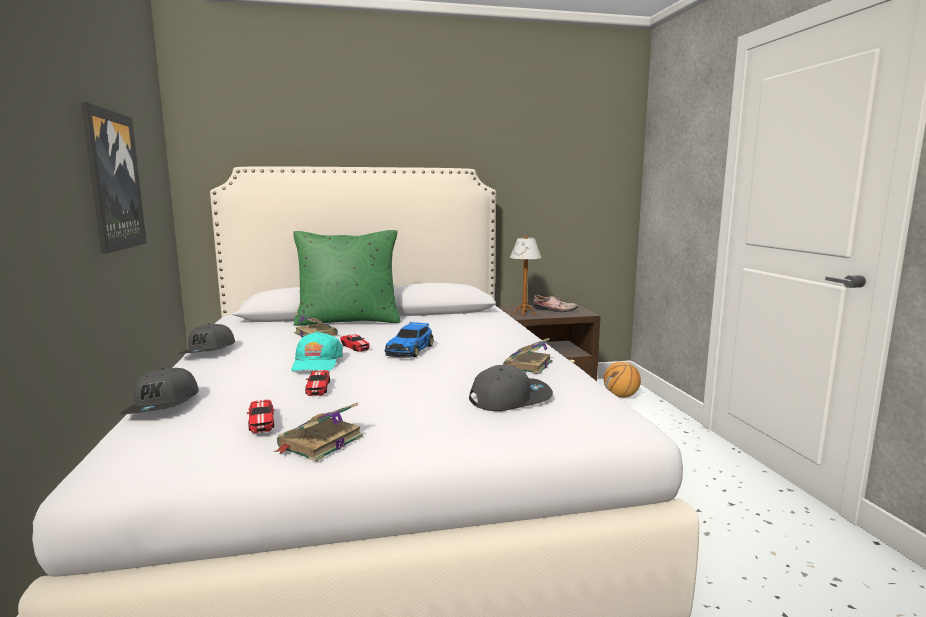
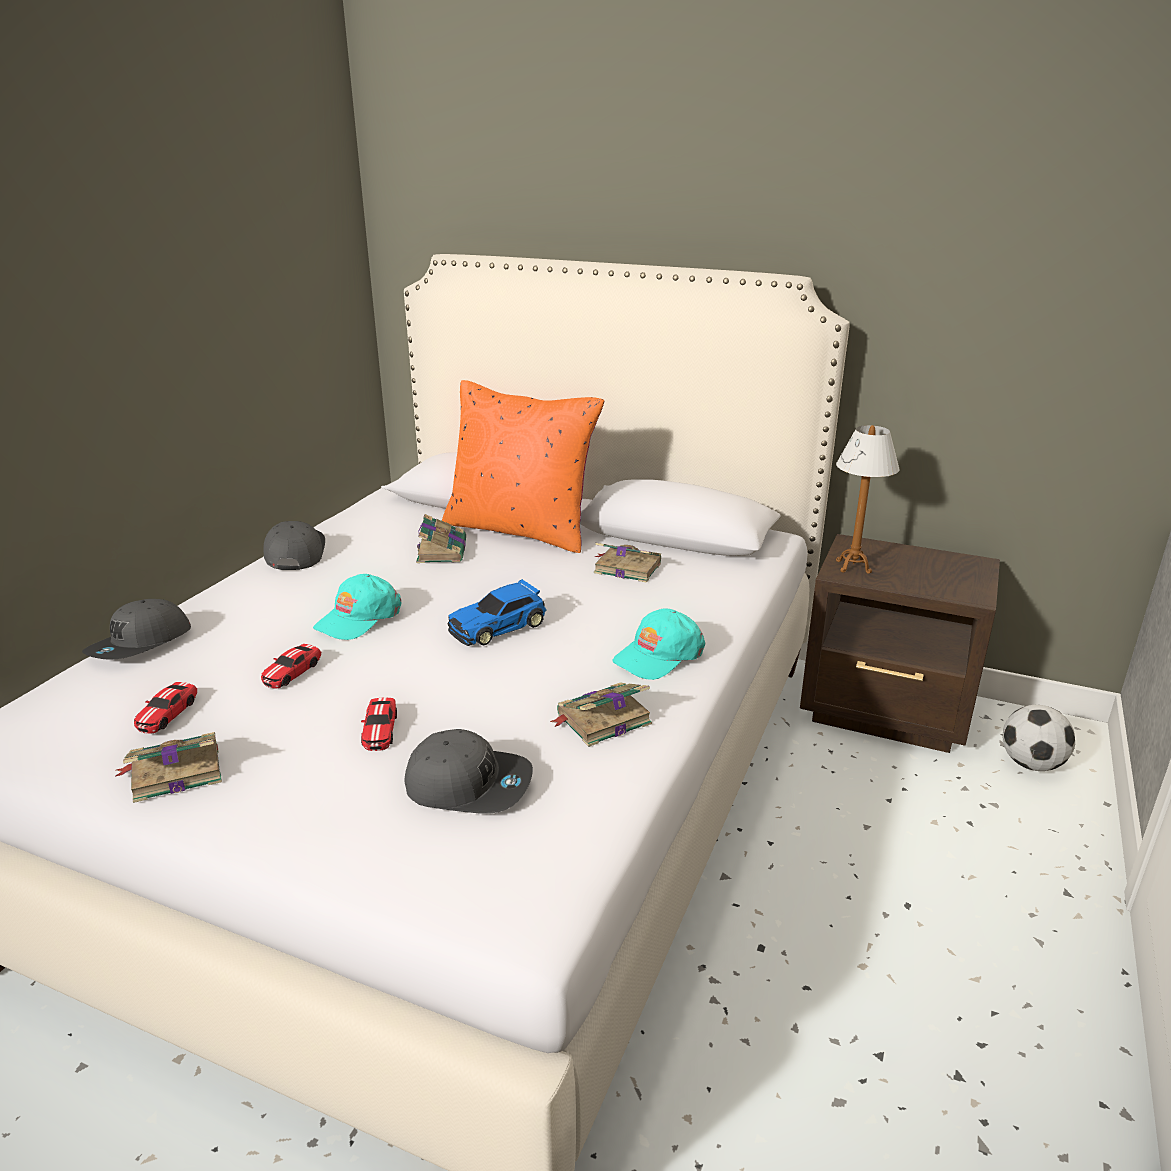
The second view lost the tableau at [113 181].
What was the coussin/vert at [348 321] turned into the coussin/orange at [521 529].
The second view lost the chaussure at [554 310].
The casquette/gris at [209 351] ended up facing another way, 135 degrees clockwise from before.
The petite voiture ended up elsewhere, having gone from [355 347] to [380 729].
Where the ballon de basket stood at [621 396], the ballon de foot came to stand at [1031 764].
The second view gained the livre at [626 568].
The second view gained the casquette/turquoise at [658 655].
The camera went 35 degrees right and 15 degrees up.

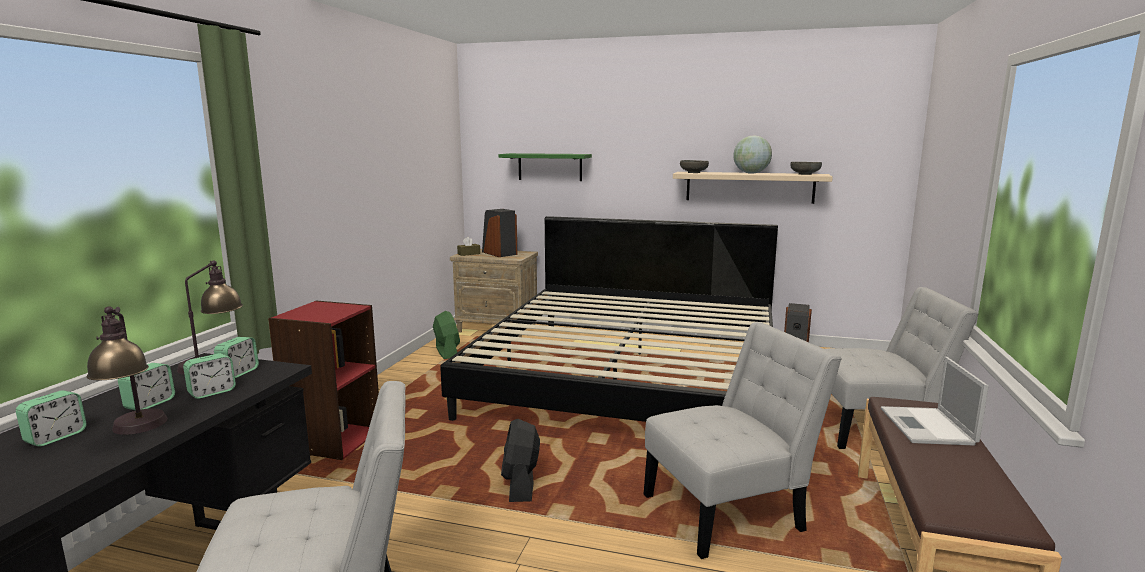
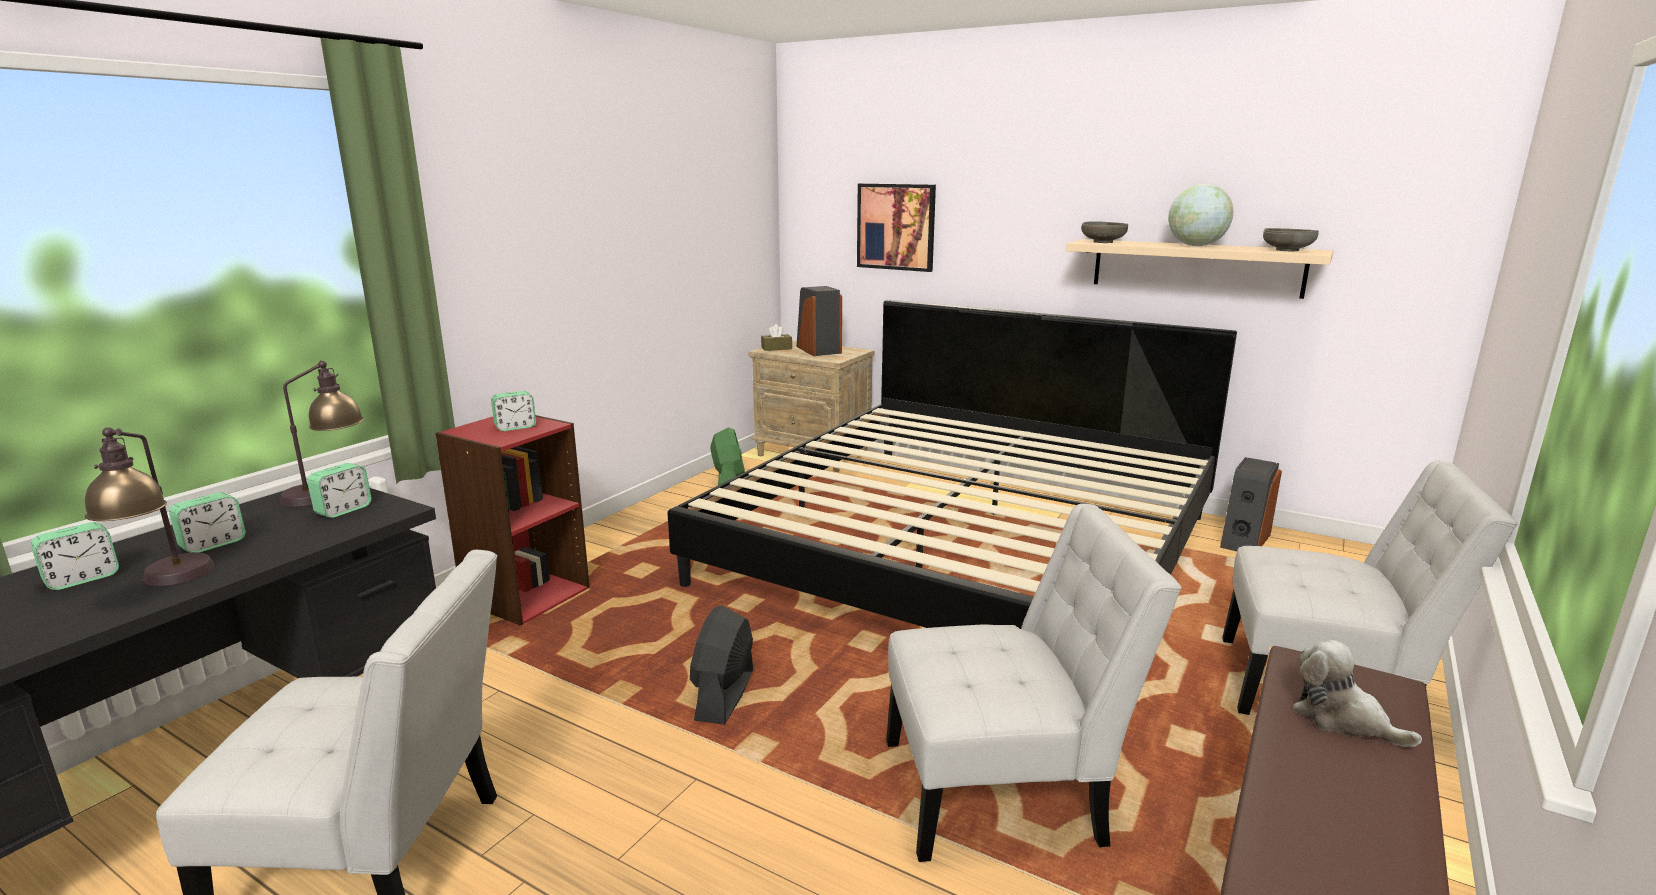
Where the étagère/vert hung at [550 167], the tableau came to hang at [896 227].
The réveil ended up elsewhere, having gone from [212 392] to [515 427].
Where the ordinateur portable stood at [928 427], the peluche came to stand at [1342 719].
The camera went 15 degrees right and 5 degrees up.

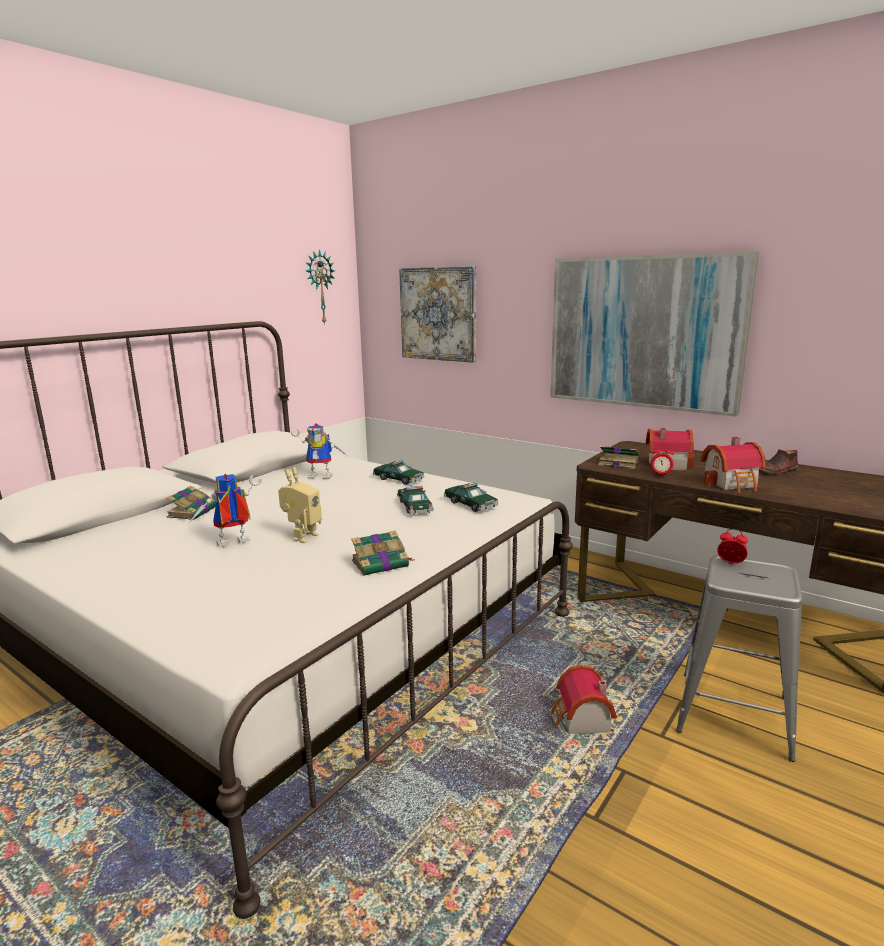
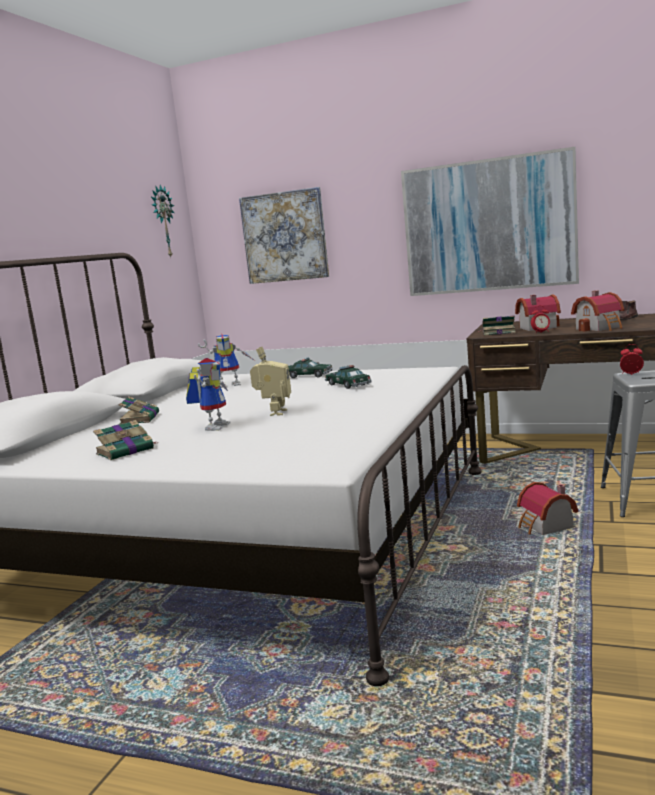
The robot jouet at [231 544] ended up facing another way, 150 degrees clockwise from before.
The second view lost the petite voiture at [470 504].
The livre ended up elsewhere, having gone from [381 563] to [126 451].
The camera went 15 degrees left and 5 degrees down.

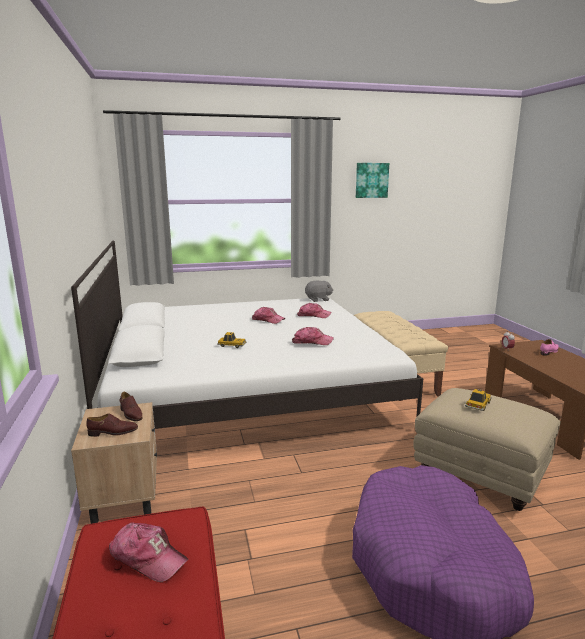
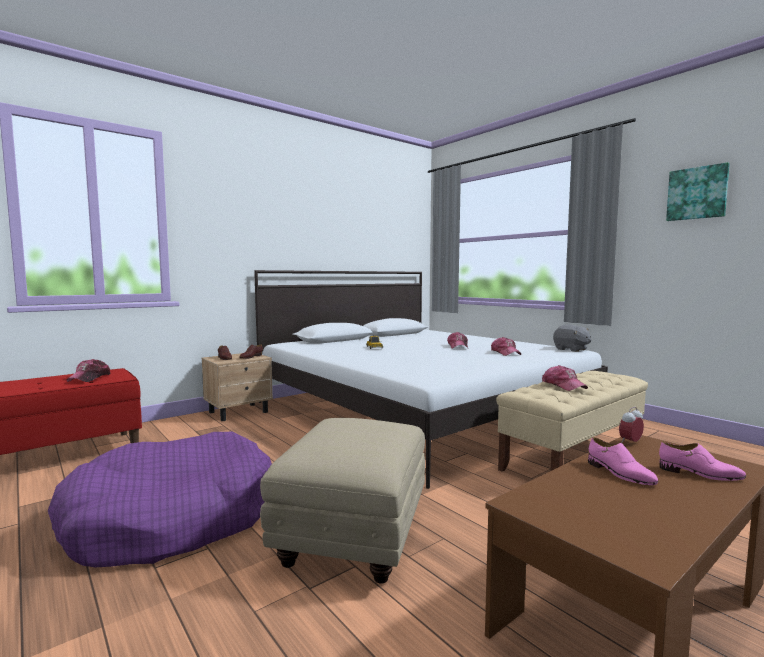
The casquette ended up elsewhere, having gone from [312 342] to [563 385].
The second view lost the petite voiture at [477 404].
The second view gained the chaussure/rose at [620 473].
The camera went 65 degrees right and 10 degrees down.

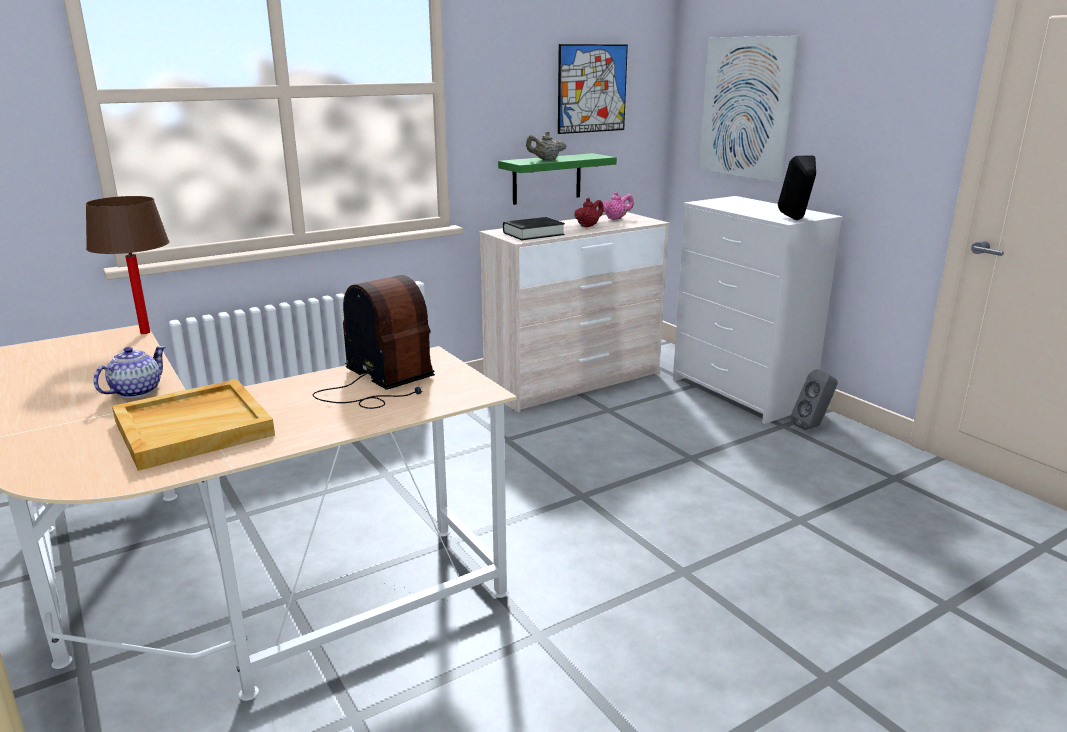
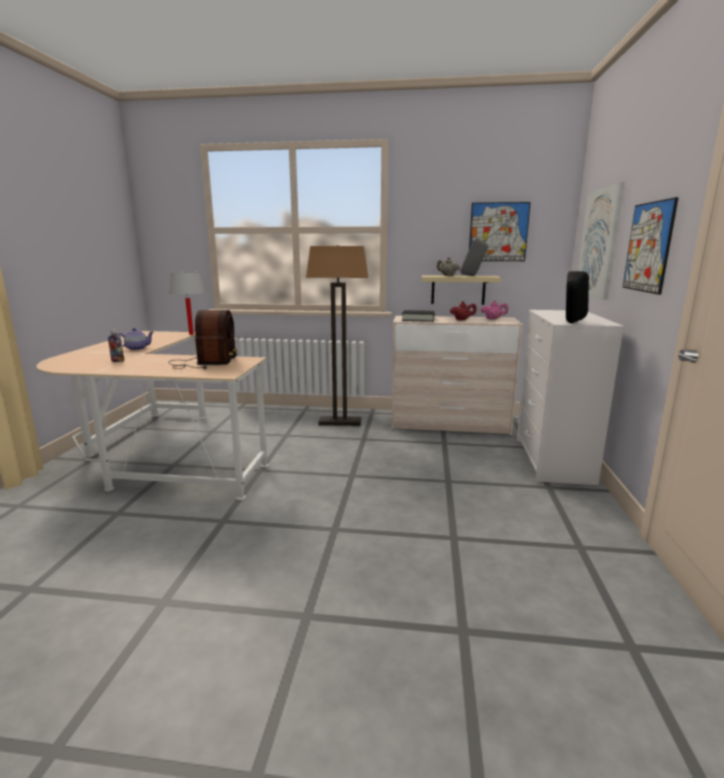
What was the étagère/vert at [547 178] turned into the étagère/beige at [458 290].
What was the lampe de table/marron at [145 332] turned into the lampe de table/blanc at [191 334].
The enceinte/gris ended up elsewhere, having gone from [812 427] to [472 276].
Where the plateau/beige stood at [194 427], the bouteille came to stand at [117 361].
The second view gained the tableau at [648 247].
The second view gained the lampadaire at [340 422].
The camera went 40 degrees right and 5 degrees down.

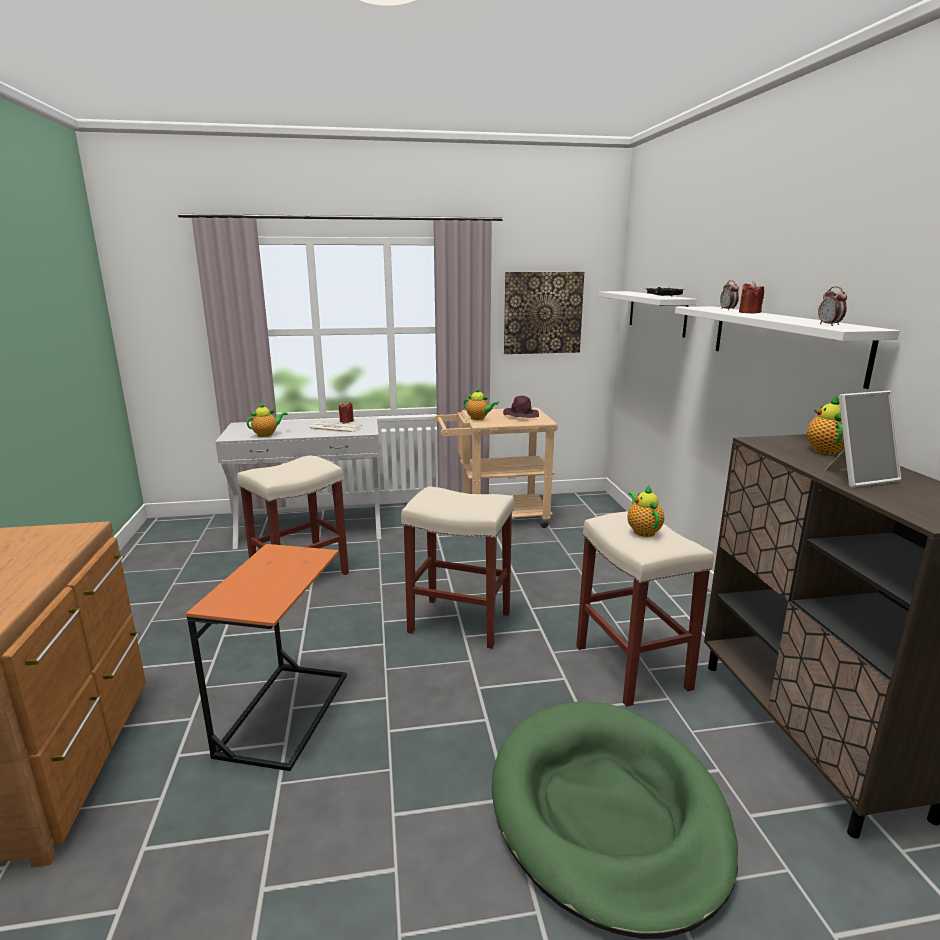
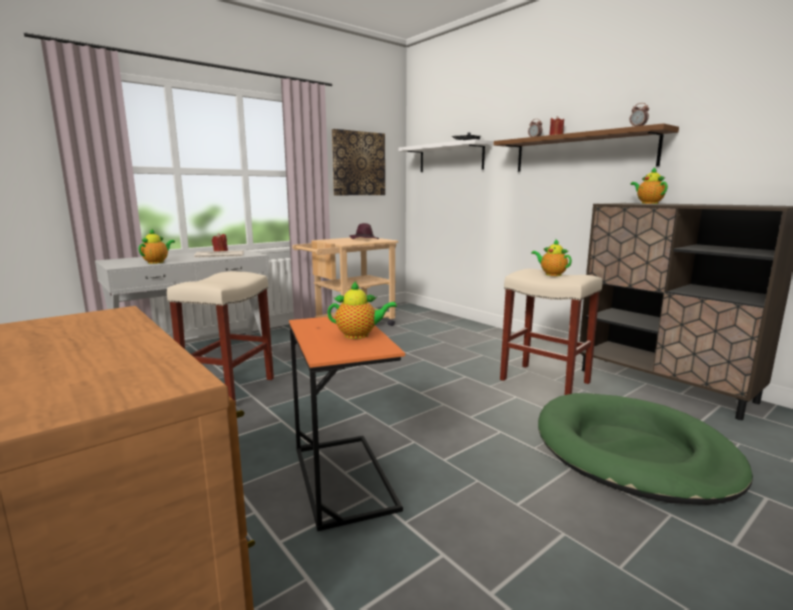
What was the étagère/blanc at [783 341] turned into the étagère/marron at [581 152].
The théière ended up elsewhere, having gone from [479 418] to [359 335].
The second view lost the cadre photo at [857 477].
The second view lost the tabouret/beige at [461 622].
The camera went 30 degrees left and 5 degrees down.

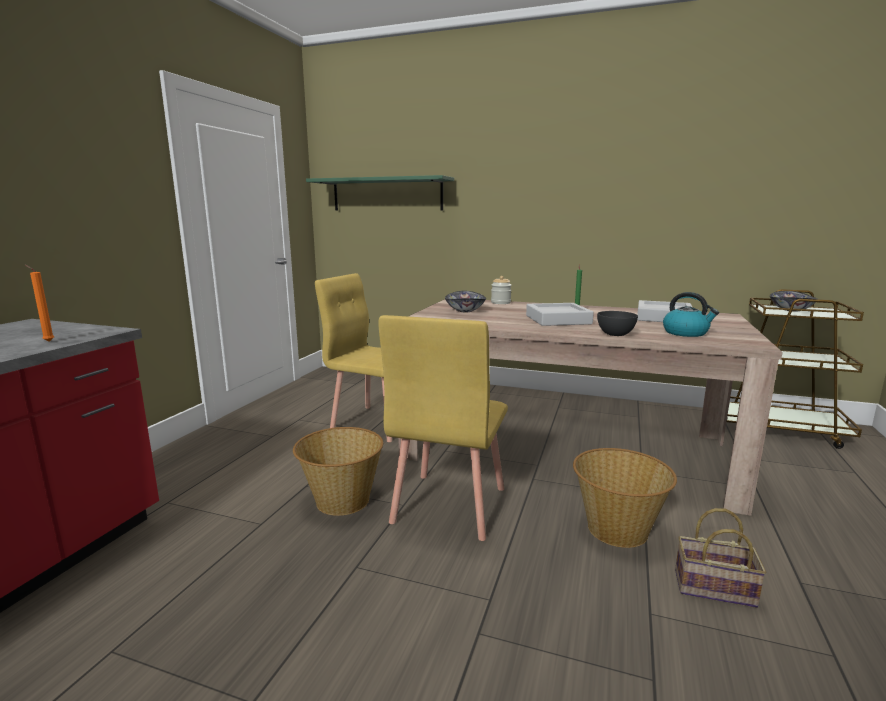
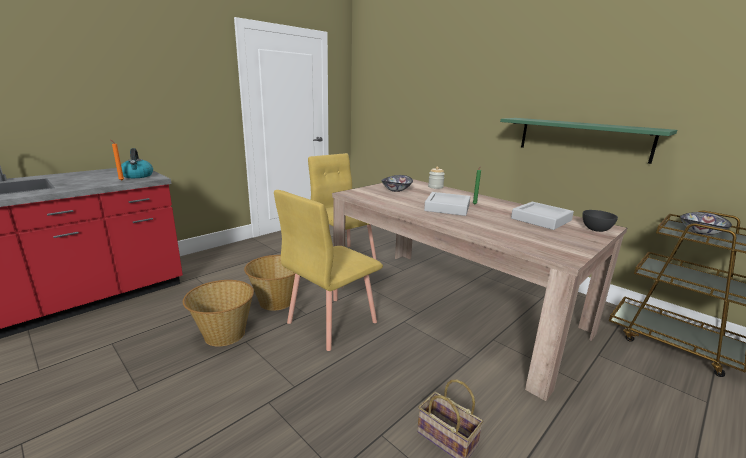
The étagère/vert ended up elsewhere, having gone from [387 194] to [583 139].
The bouilloire ended up elsewhere, having gone from [686 333] to [138 176].
The bol/gris ended up elsewhere, having gone from [615 334] to [596 229].
The panier ended up elsewhere, having gone from [617 530] to [224 334].
The camera went 25 degrees right and 5 degrees up.

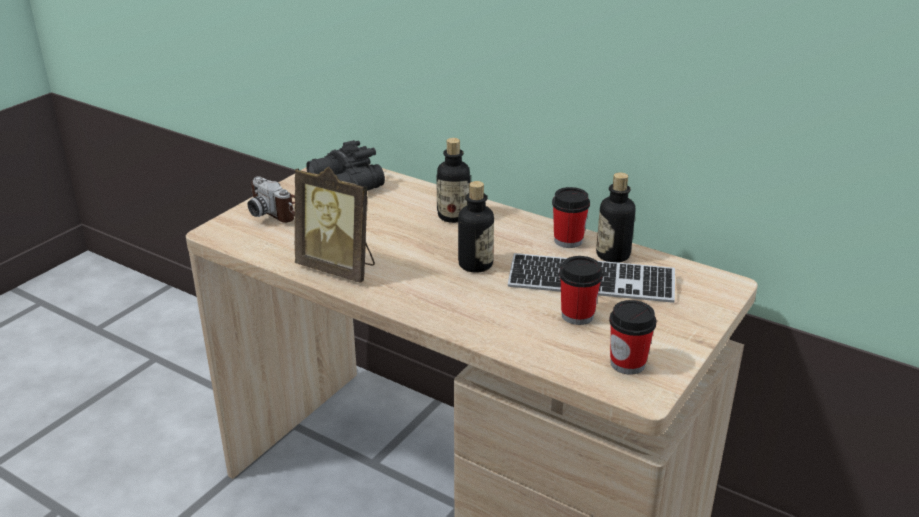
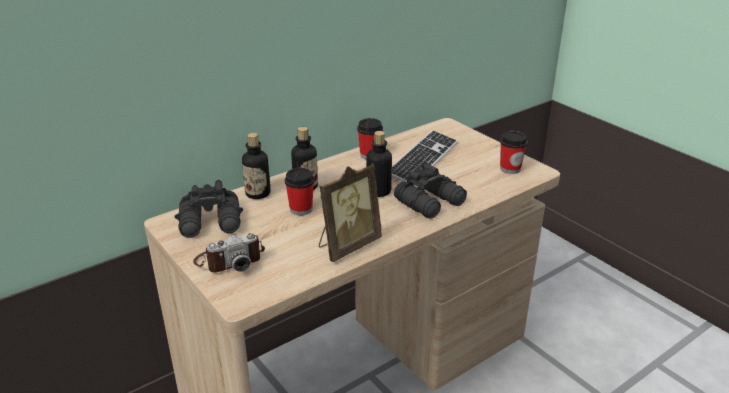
The bouteille ended up elsewhere, having gone from [613 255] to [258 193].
The tasse ended up elsewhere, having gone from [577 315] to [301 209].
The second view gained the jumelles/noir at [431 202].
The camera went 70 degrees left and 0 degrees up.

